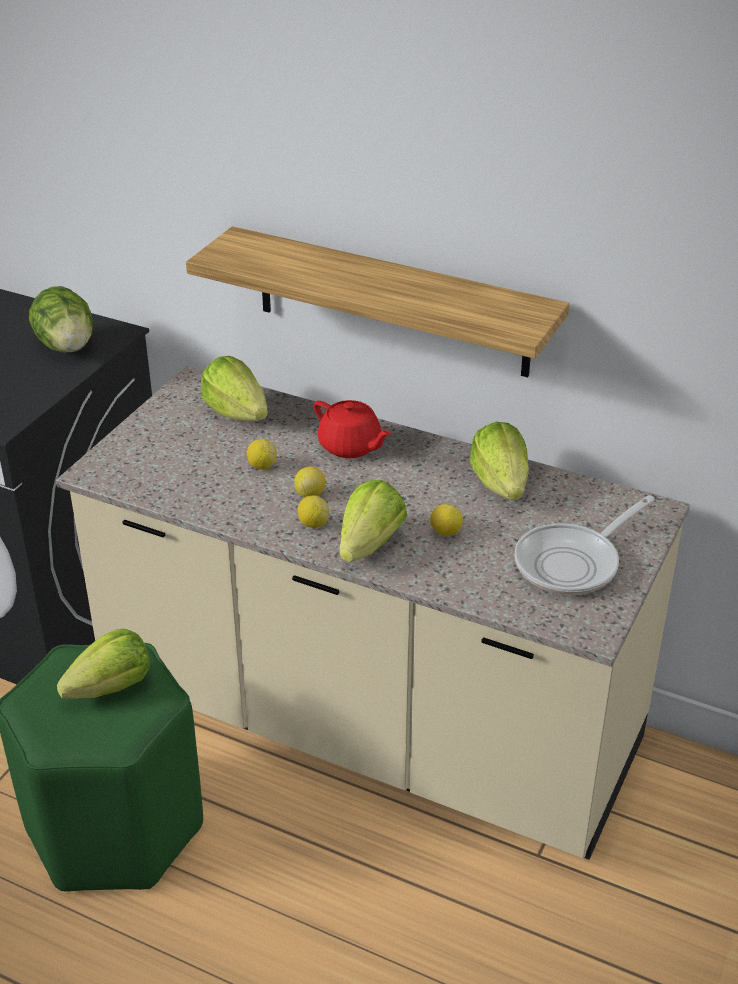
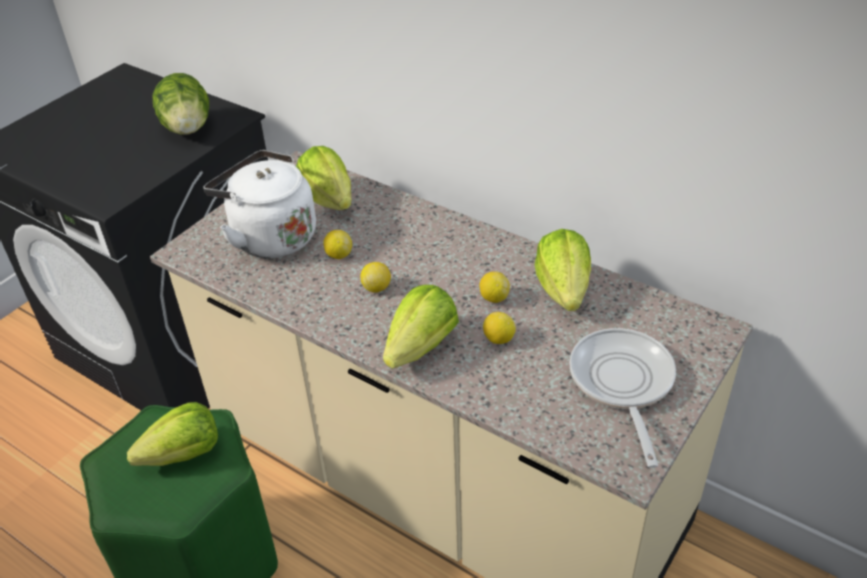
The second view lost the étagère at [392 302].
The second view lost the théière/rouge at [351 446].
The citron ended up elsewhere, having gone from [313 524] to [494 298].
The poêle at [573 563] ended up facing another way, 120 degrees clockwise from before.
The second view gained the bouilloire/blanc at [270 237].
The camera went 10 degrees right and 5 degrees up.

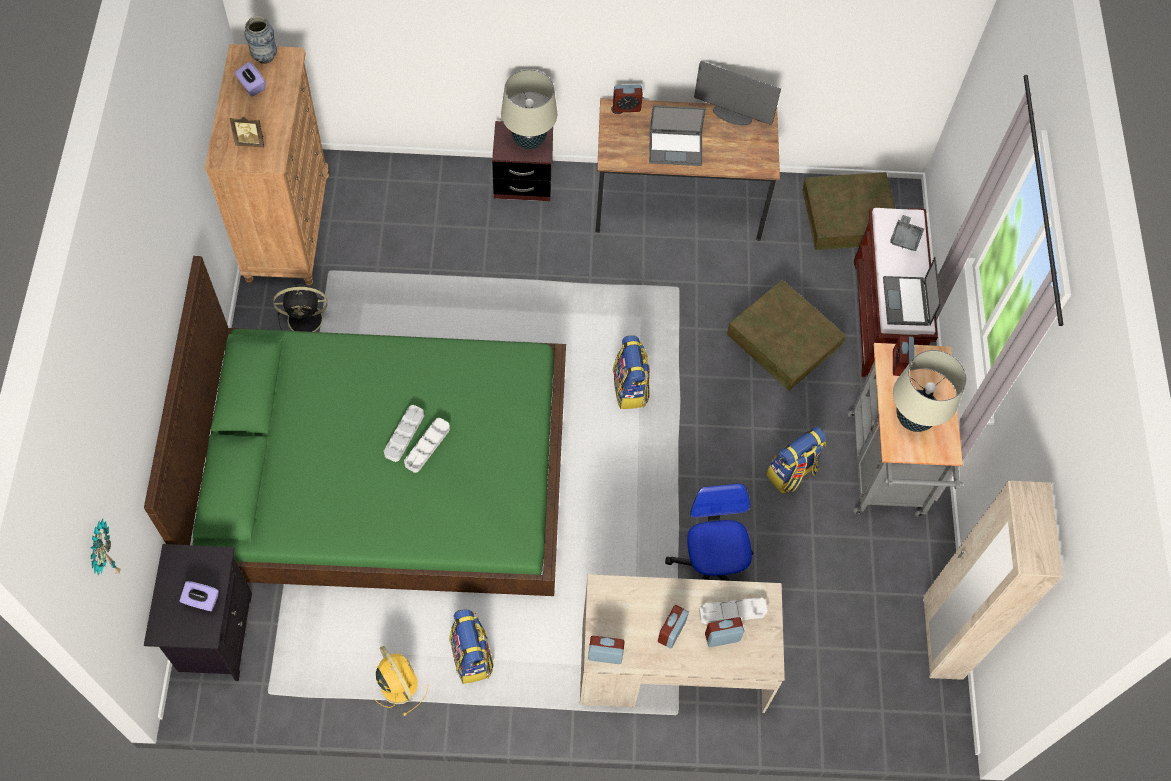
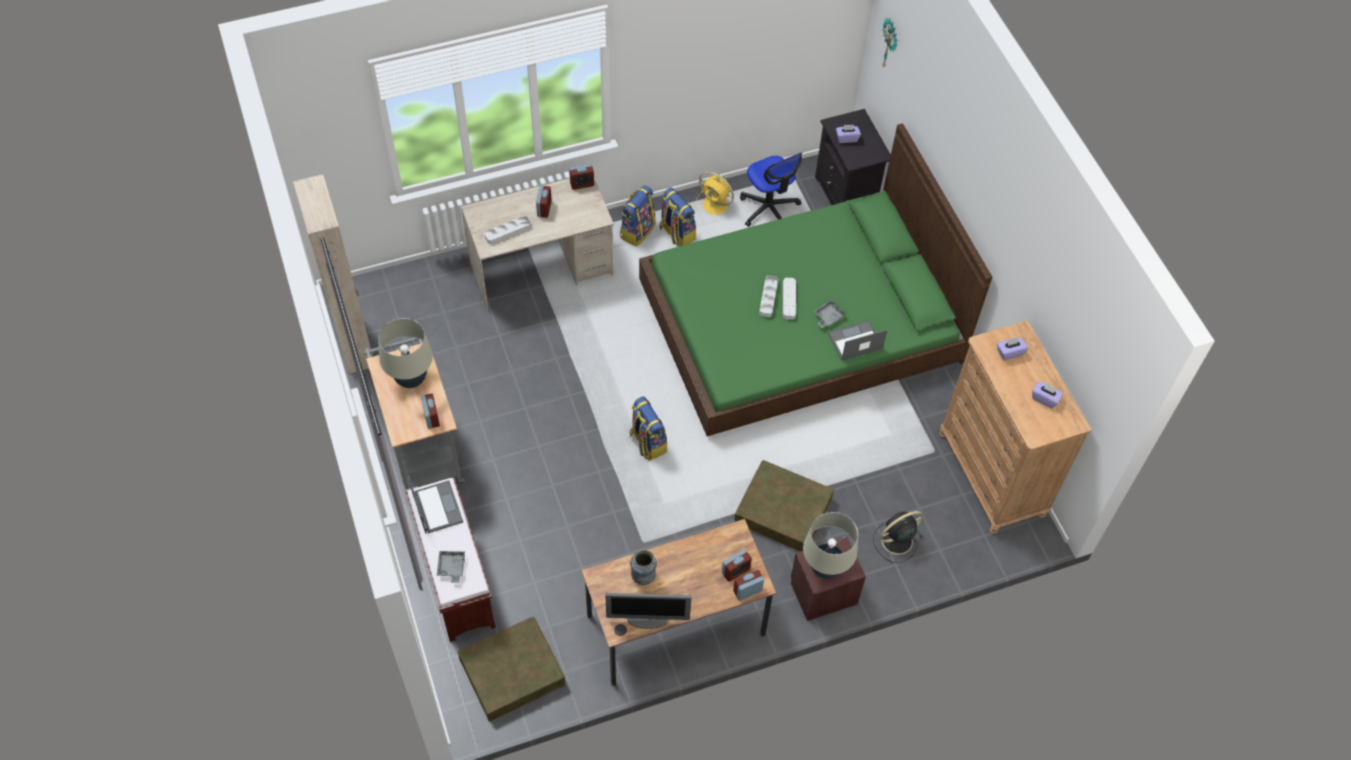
The vase ended up elsewhere, having gone from [265 57] to [643 577].
The ordinateur portable ended up elsewhere, having gone from [676 147] to [854 341].
Where the cadre photo stood at [251 142], the boîte à mouchoirs/violet came to stand at [1009 352].
The boîte de rangement/marron ended up elsewhere, having gone from [784 339] to [783 511].
The ventilateur/noir ended up elsewhere, having gone from [307 319] to [895 541].
The sac à dos ended up elsewhere, having gone from [791 473] to [637 230].
The chaise de bureau ended up elsewhere, having gone from [710 568] to [769 209].
The réveil ended up elsewhere, having gone from [722 637] to [735 571].
The second view gained the plateau/gris at [828 317].
The camera went 160 degrees right and 5 degrees down.

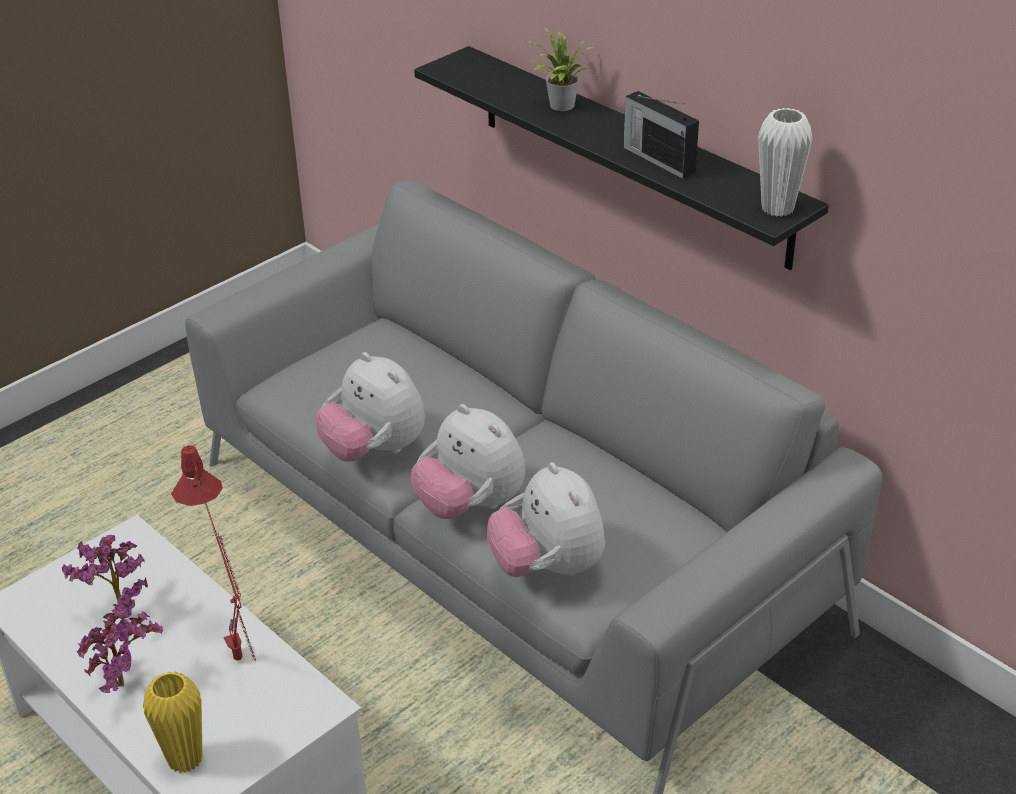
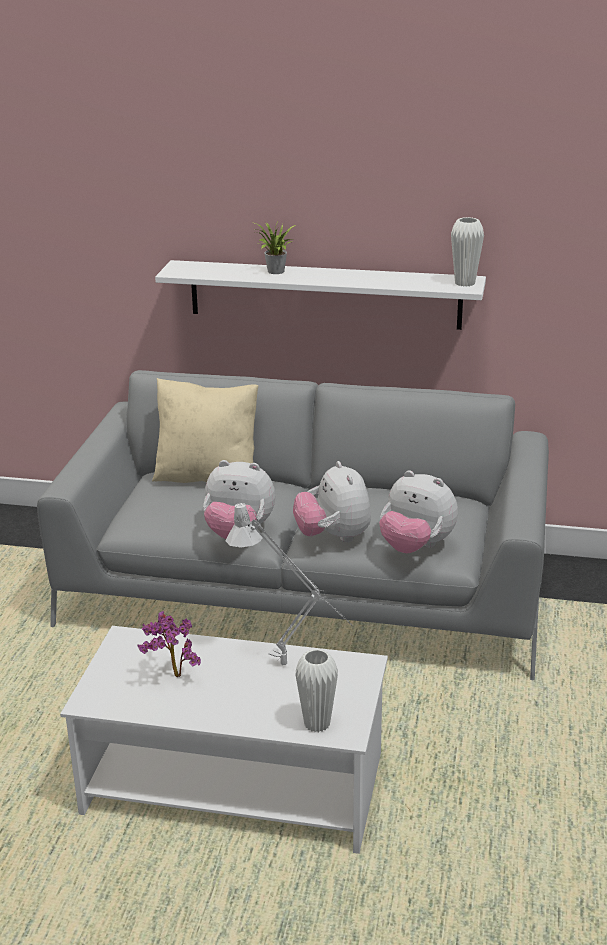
What was the étagère/noir at [631 155] turned into the étagère/blanc at [324 294].
The second view lost the radio at [658 159].
The peluche at [470 505] ended up facing another way, 60 degrees clockwise from before.
What was the lampe de table/rouge at [242 668] turned into the lampe de table/gris at [292 668].
The second view lost the plante en pot at [128 685].
What was the vase/jaune at [185 759] turned into the vase/blanc at [317 724].
The second view gained the coussin/beige at [207 477].
The camera went 35 degrees left and 10 degrees down.

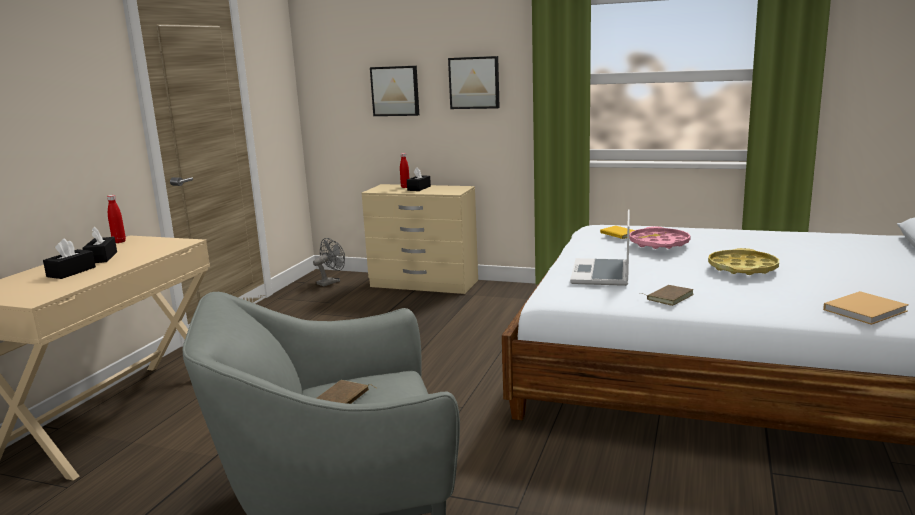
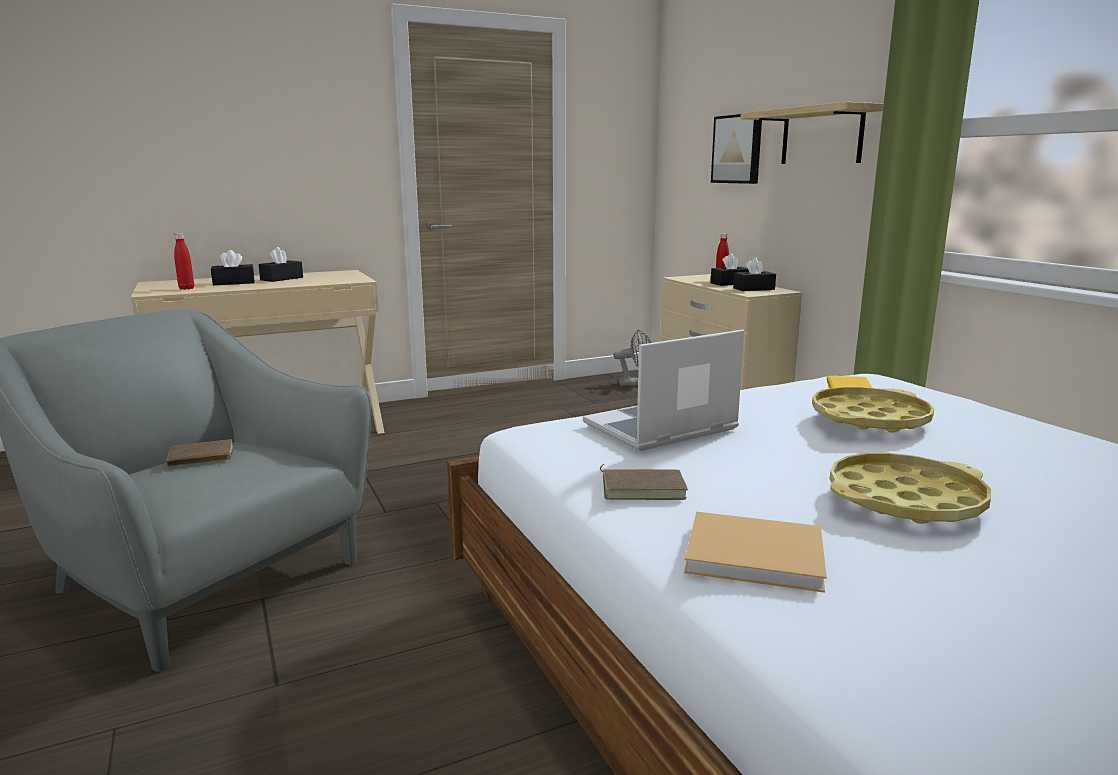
Where the tableau hung at [474 82], the étagère came to hang at [821 136].
The bouteille/rouge ended up elsewhere, having gone from [119 242] to [186 288].
What was the plateau/rose at [659 243] turned into the plateau/jaune at [869 419].
The livre/beige ended up elsewhere, having gone from [866 310] to [759 556].
The second view gained the boîte à mouchoirs/noir at [753 289].
The camera went 45 degrees right and 0 degrees up.

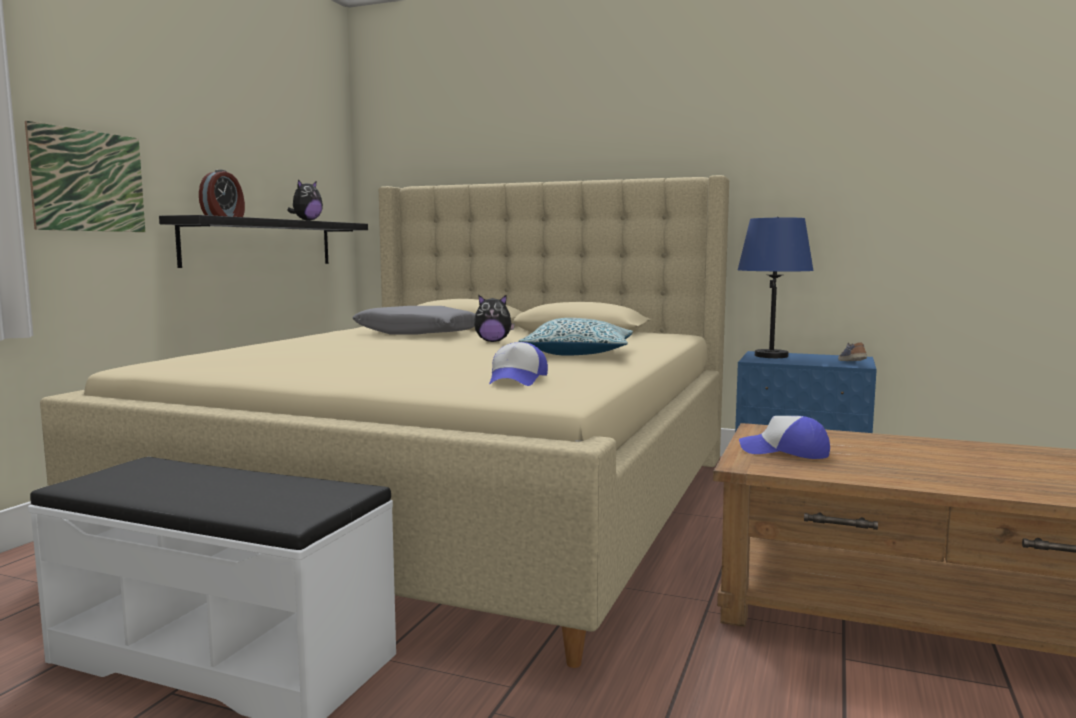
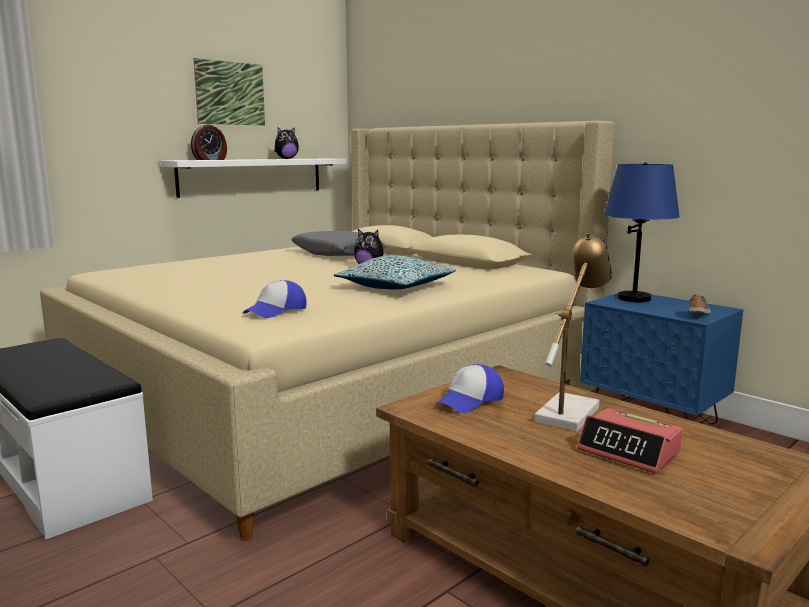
The tableau ended up elsewhere, having gone from [88 181] to [230 93].
What was the étagère/noir at [260 243] turned into the étagère/blanc at [252 176].
The casquette at [785 452] ended up facing another way, 90 degrees counterclockwise from before.
The second view gained the lampe de table at [569 410].
The second view gained the réveil at [629 452].
The camera went 25 degrees right and 5 degrees up.

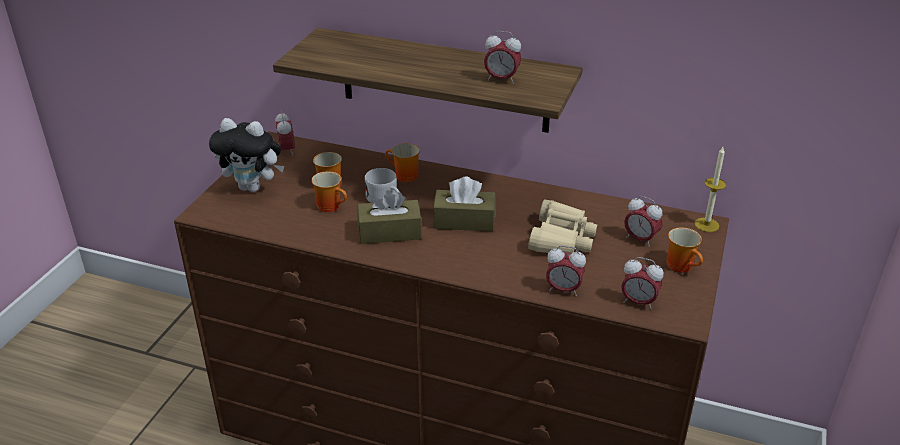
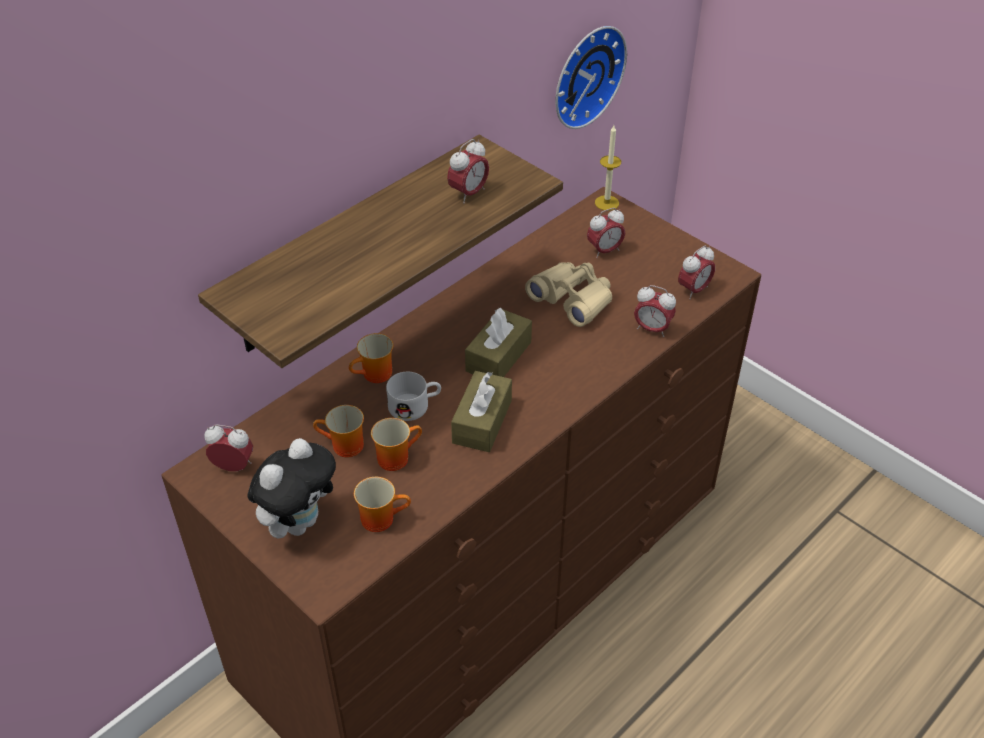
The mug ended up elsewhere, having gone from [683 266] to [381 517].
The réveil at [563 290] ended up facing another way, 75 degrees clockwise from before.
The second view gained the horloge murale at [584 75].
The camera went 65 degrees left and 10 degrees up.

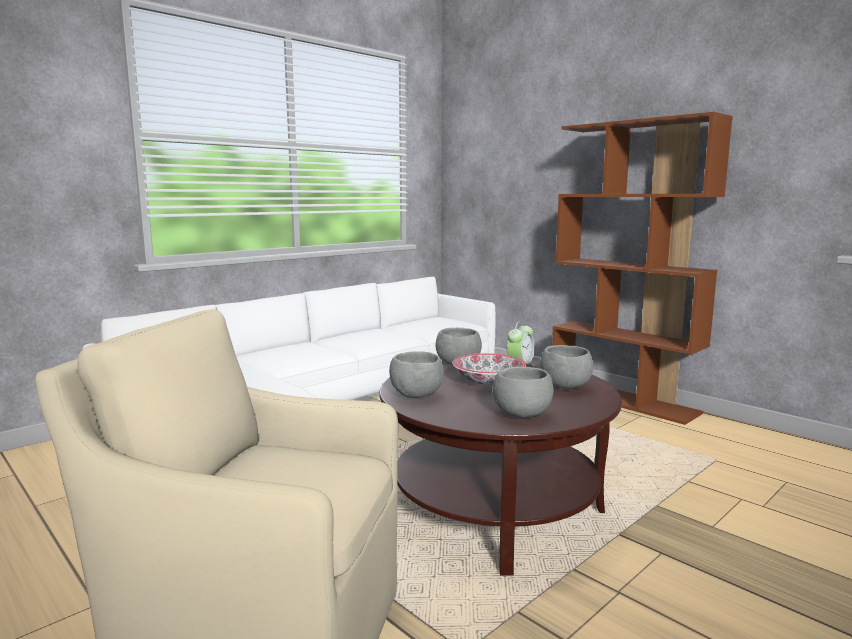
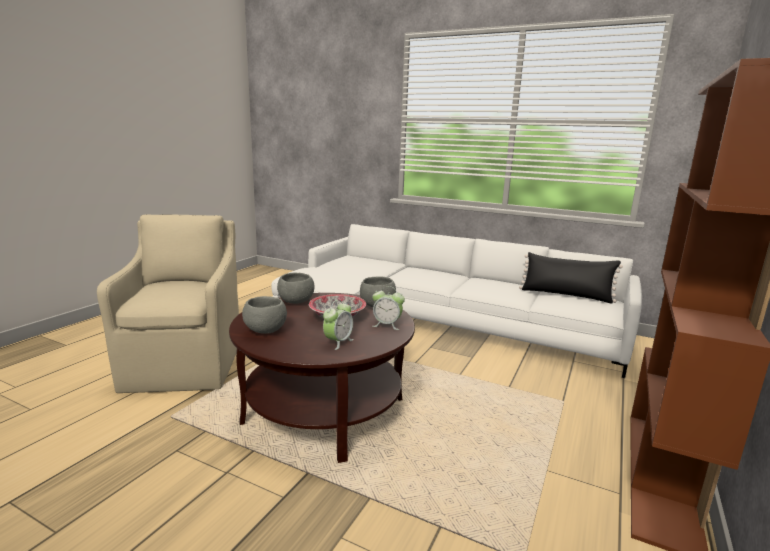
Where the bol/gris stood at [565 387], the réveil came to stand at [338 342].
The second view gained the coussin/noir at [566 295].
The camera went 70 degrees right and 5 degrees up.

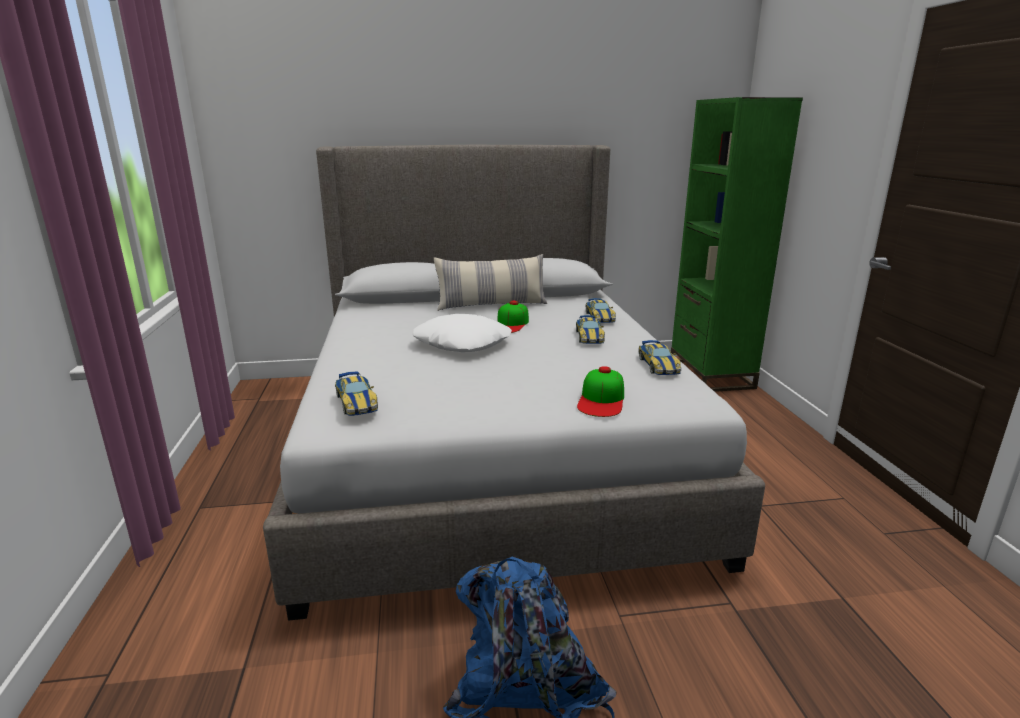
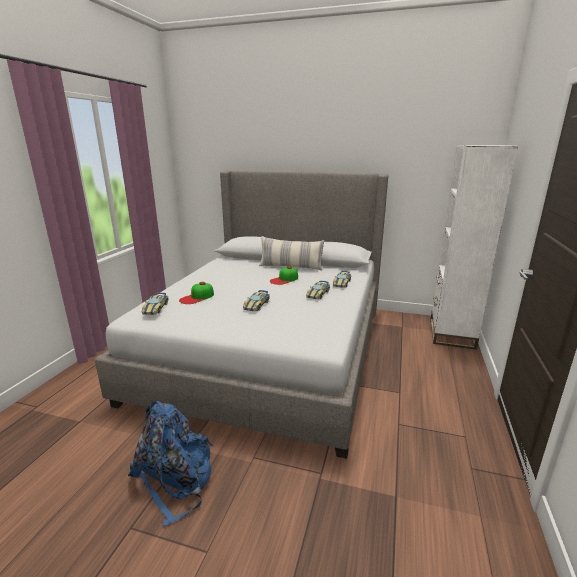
What was the bibliothèque/vert at [710 374] turned into the bibliothèque/blanc at [451 333].
The second view lost the coussin/blanc at [462 343].
The petite voiture ended up elsewhere, having gone from [658 365] to [256 305].
The casquette ended up elsewhere, having gone from [601 400] to [197 297].
The camera went 25 degrees right and 0 degrees up.

